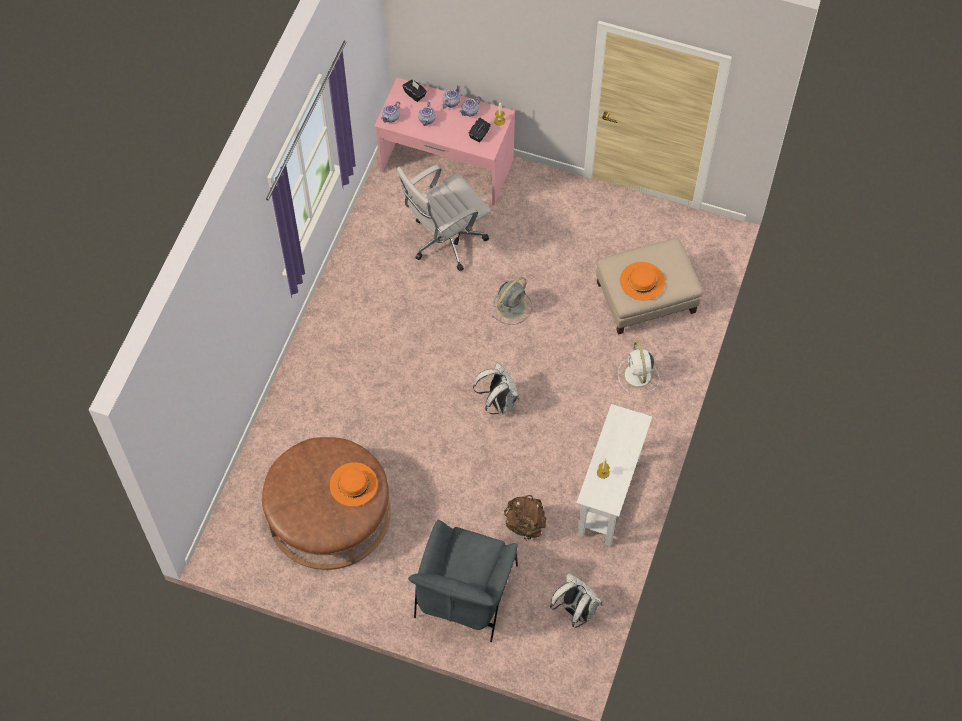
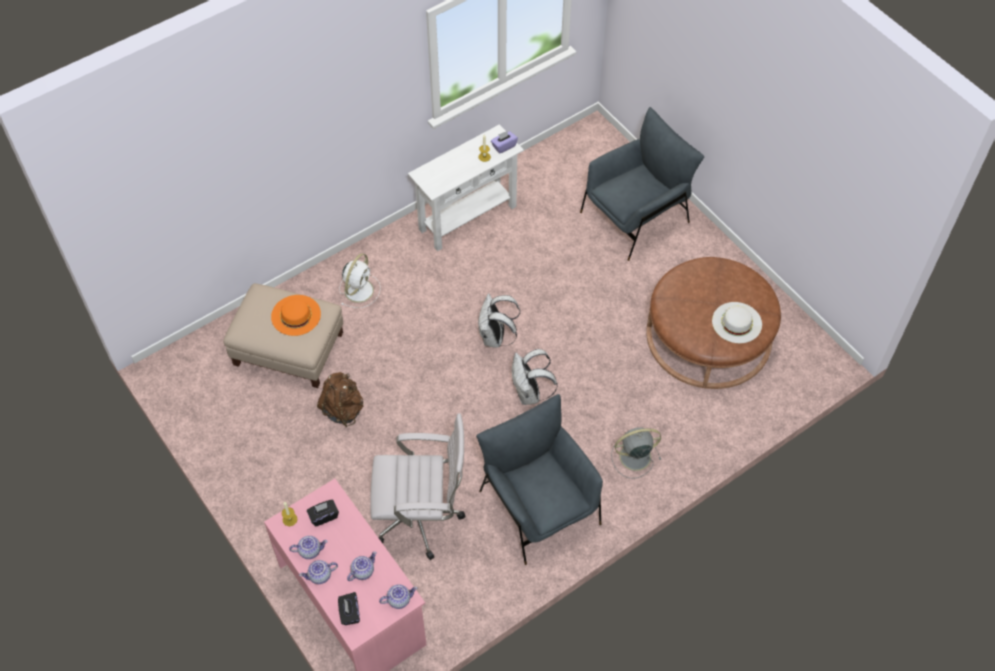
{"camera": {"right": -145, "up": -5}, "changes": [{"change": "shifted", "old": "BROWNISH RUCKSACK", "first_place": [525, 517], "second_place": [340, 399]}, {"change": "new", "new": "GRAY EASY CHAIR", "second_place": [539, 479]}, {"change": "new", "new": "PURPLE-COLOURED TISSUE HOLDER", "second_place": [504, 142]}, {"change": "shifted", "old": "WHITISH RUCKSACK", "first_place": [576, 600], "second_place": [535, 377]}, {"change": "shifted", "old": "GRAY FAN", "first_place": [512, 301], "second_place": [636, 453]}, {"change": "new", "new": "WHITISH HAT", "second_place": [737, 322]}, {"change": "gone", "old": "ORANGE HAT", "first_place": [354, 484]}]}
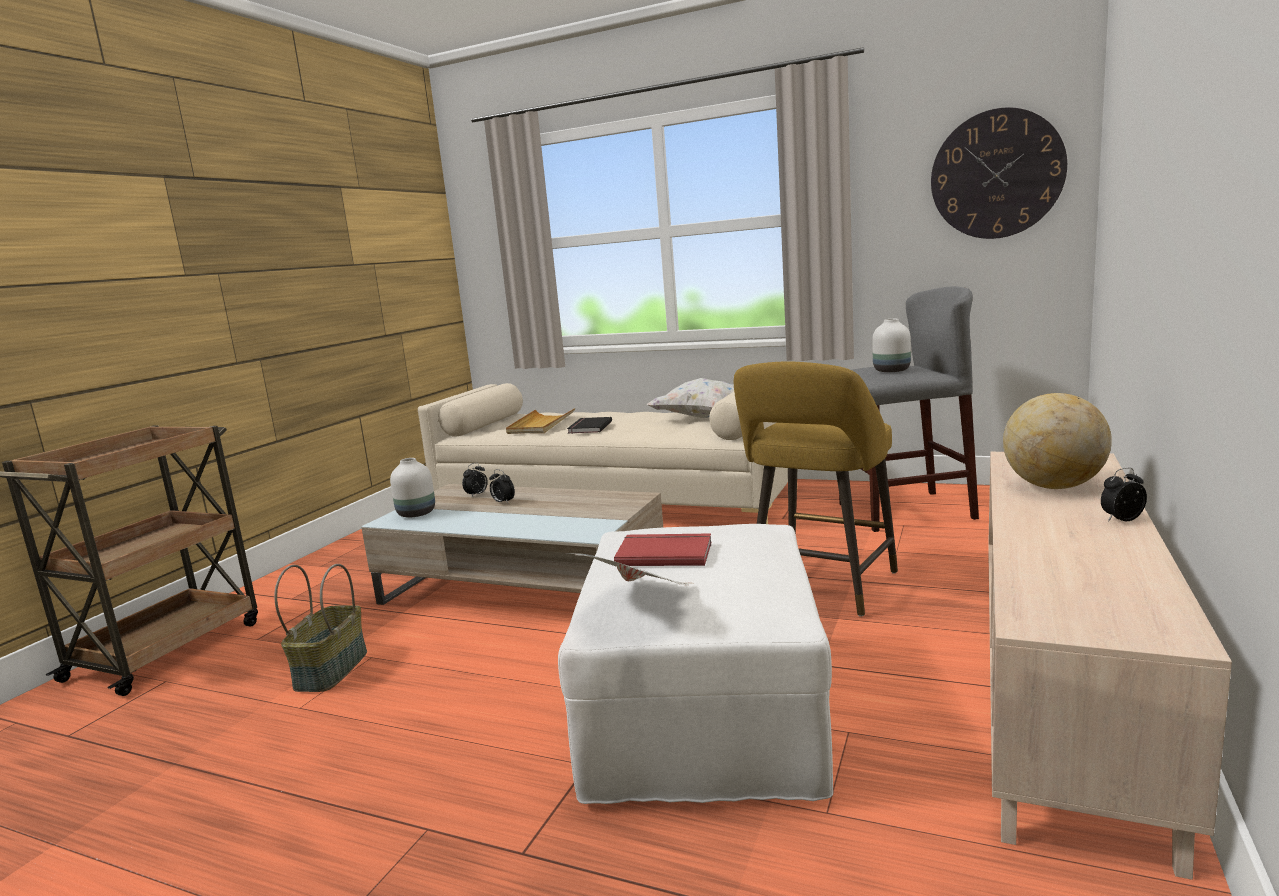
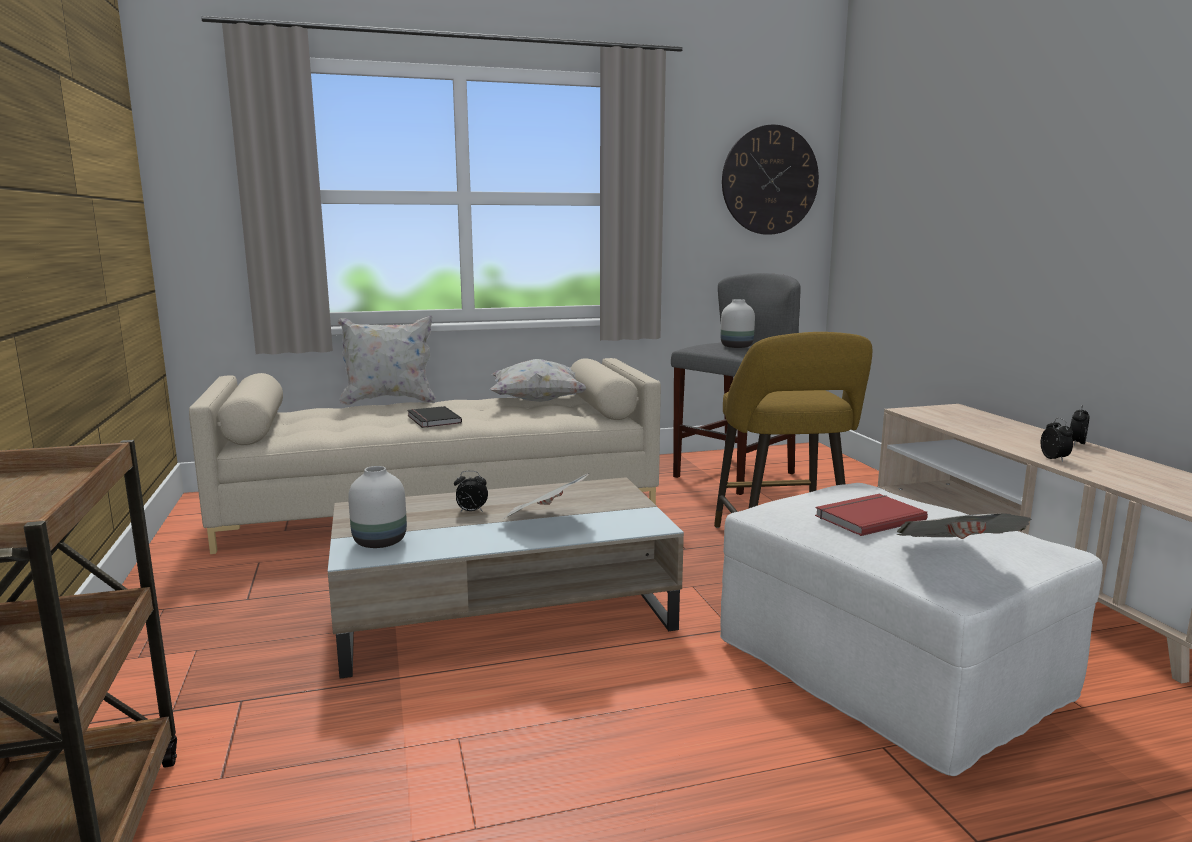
{"camera": {"right": -40, "up": 0}, "changes": [{"change": "new", "new": "WHITISH CUSHION", "second_place": [386, 361]}, {"change": "new", "new": "NEWSPAPER", "second_place": [545, 496]}, {"change": "shifted", "old": "TABLE CLOCK", "first_place": [475, 480], "second_place": [1057, 440]}, {"change": "gone", "old": "STORAGE BASKET", "first_place": [320, 628]}, {"change": "gone", "old": "SAND-COLOURED SERVING TRAY", "first_place": [540, 421]}, {"change": "gone", "old": "DESK GLOBE", "first_place": [1057, 441]}]}
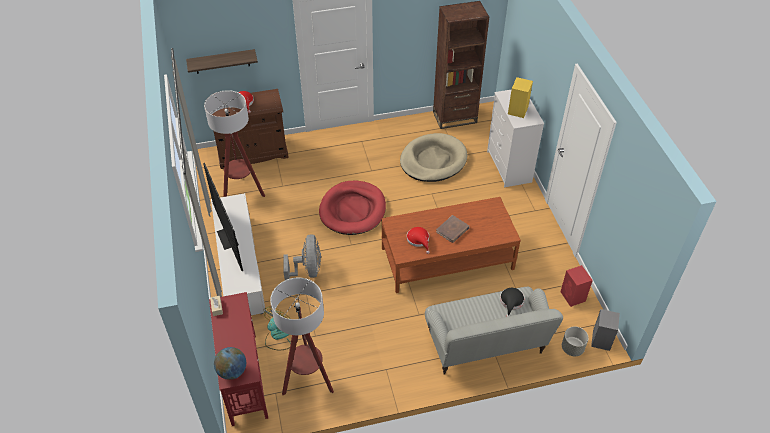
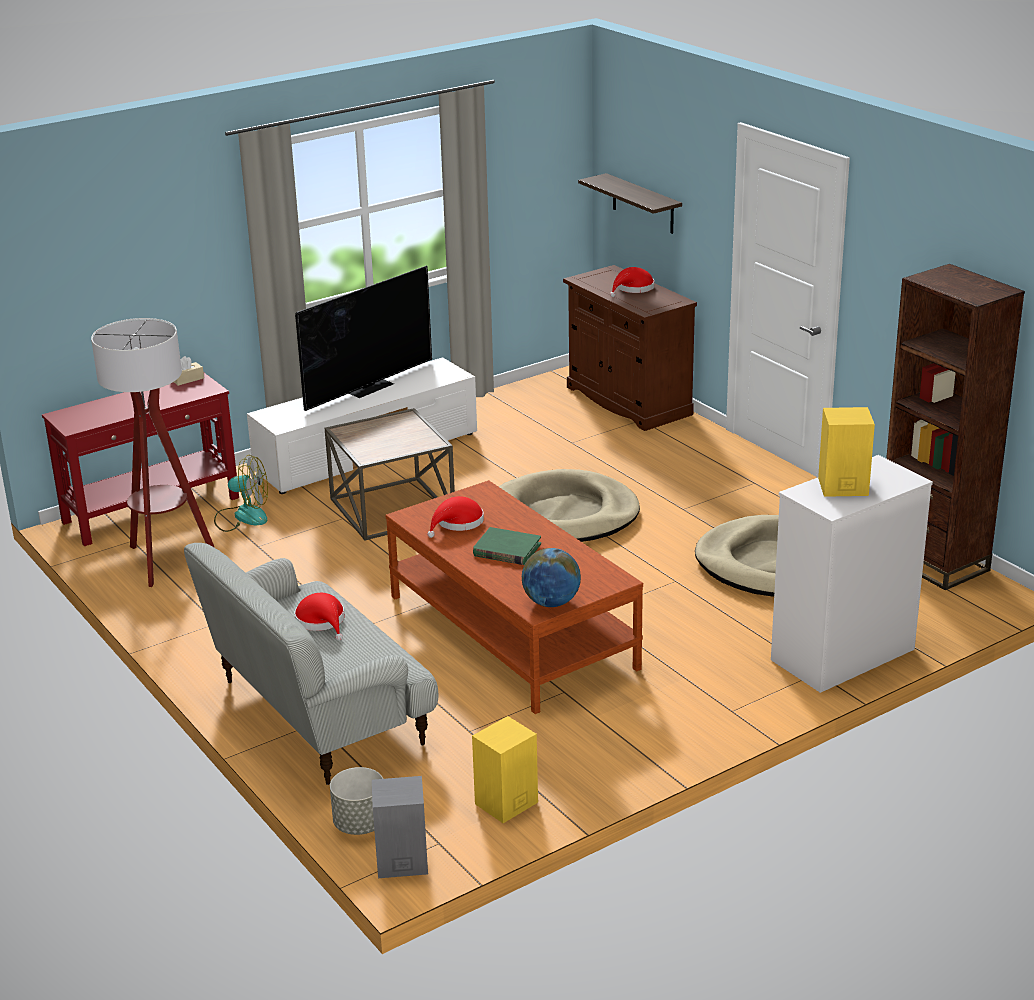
{"camera": {"right": 70, "up": -20}, "changes": [{"change": "new", "new": "REDDISH HAT", "second_place": [319, 617]}, {"change": "swapped", "old": "GRAY FAN", "new": "BROWNISH SIDE TABLE", "first_place": [302, 257], "second_place": [390, 474]}, {"change": "repainted", "old": "REDDISH LOUDSPEAKER", "new": "YELLOW-COLOURED LOUDSPEAKER", "first_place": [576, 286], "second_place": [505, 769]}, {"change": "repainted", "old": "BROWNISH BOOK", "new": "GREEN-COLOURED BOOK", "first_place": [453, 229], "second_place": [507, 546]}, {"change": "repainted", "old": "REDDISH DOG CUSHION", "new": "SAND-COLOURED DOG CUSHION", "first_place": [352, 208], "second_place": [569, 505]}, {"change": "shifted", "old": "DESK GLOBE", "first_place": [230, 363], "second_place": [551, 577]}, {"change": "gone", "old": "STANDARD LAMP", "first_place": [234, 143]}, {"change": "gone", "old": "BLACK HAT", "first_place": [512, 302]}]}
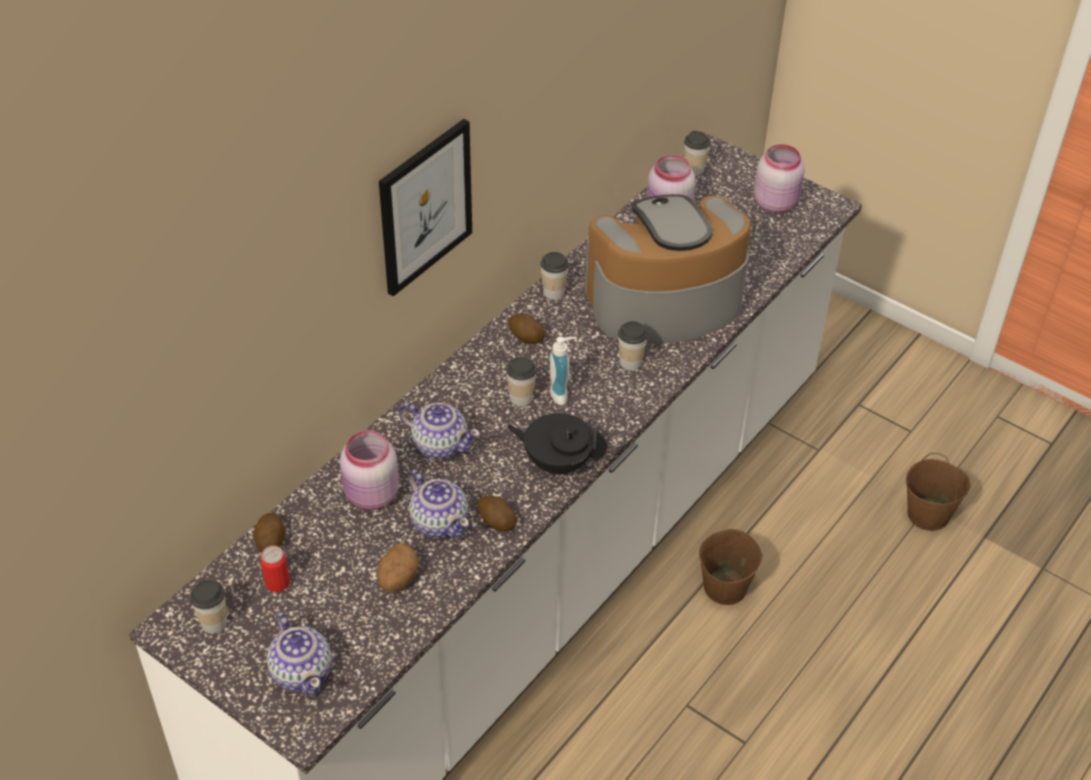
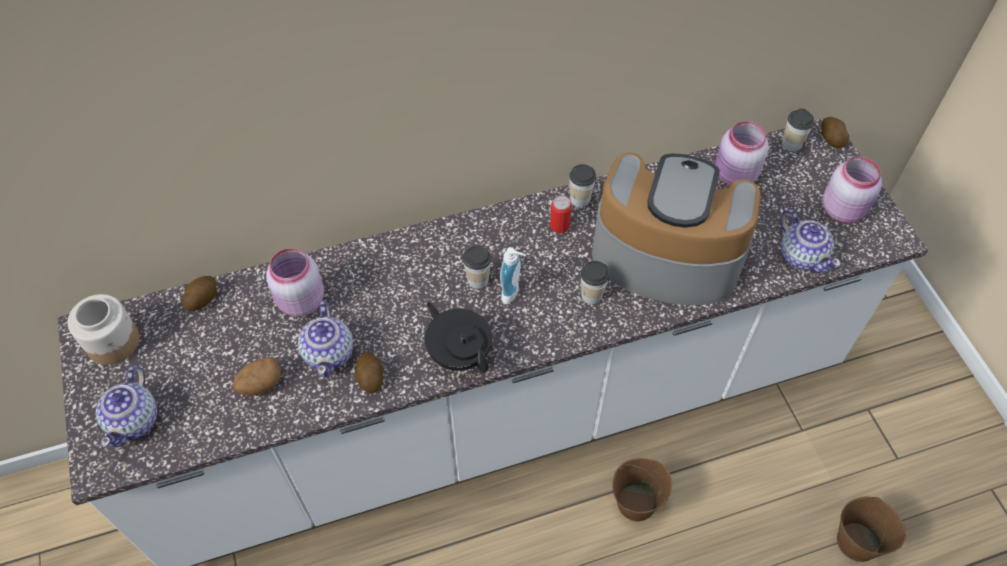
{"camera": {"right": 35, "up": 10}, "changes": [{"change": "swapped", "old": "CUP", "new": "PRESERVE JAR", "first_place": [208, 606], "second_place": [103, 329]}, {"change": "shifted", "old": "CAN", "first_place": [275, 569], "second_place": [561, 214]}, {"change": "shifted", "old": "POT FOR TEA", "first_place": [439, 430], "second_place": [810, 241]}, {"change": "shifted", "old": "WHOLE POTATO", "first_place": [526, 329], "second_place": [835, 132]}, {"change": "gone", "old": "PICTURE", "first_place": [425, 207]}]}
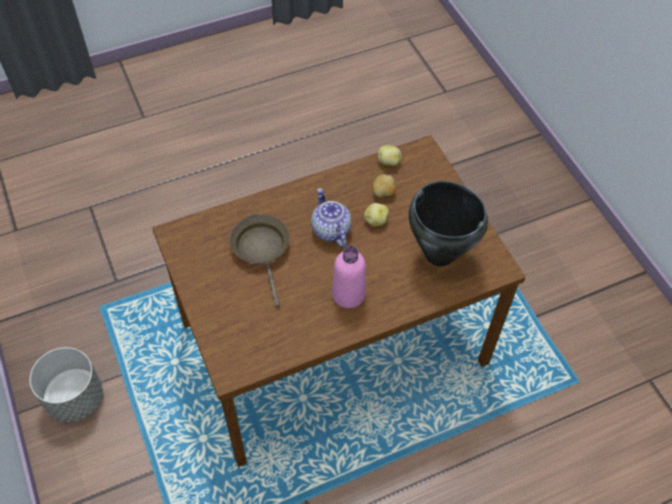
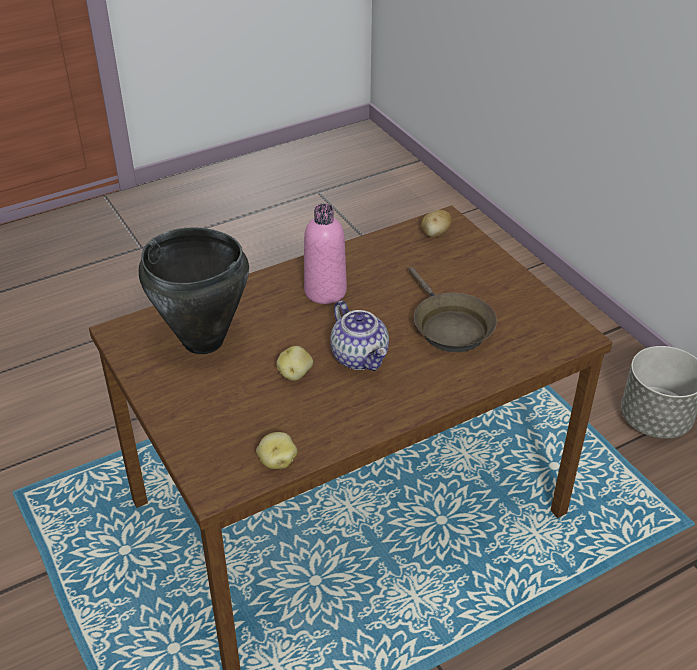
{"camera": {"right": 175, "up": -15}, "changes": [{"change": "shifted", "old": "WHOLE POTATO", "first_place": [384, 186], "second_place": [436, 223]}]}
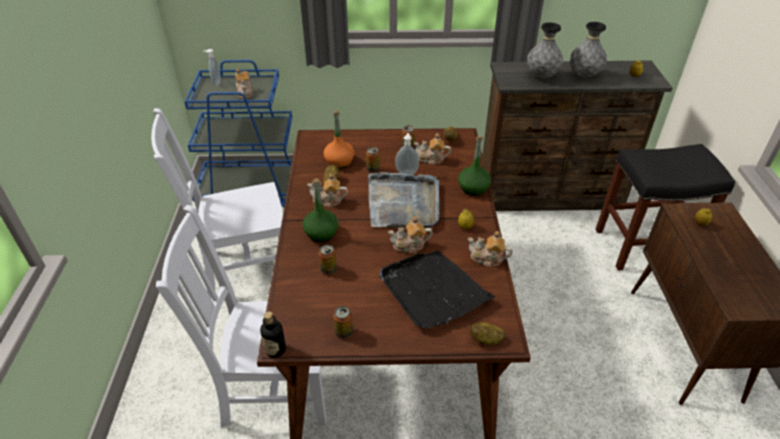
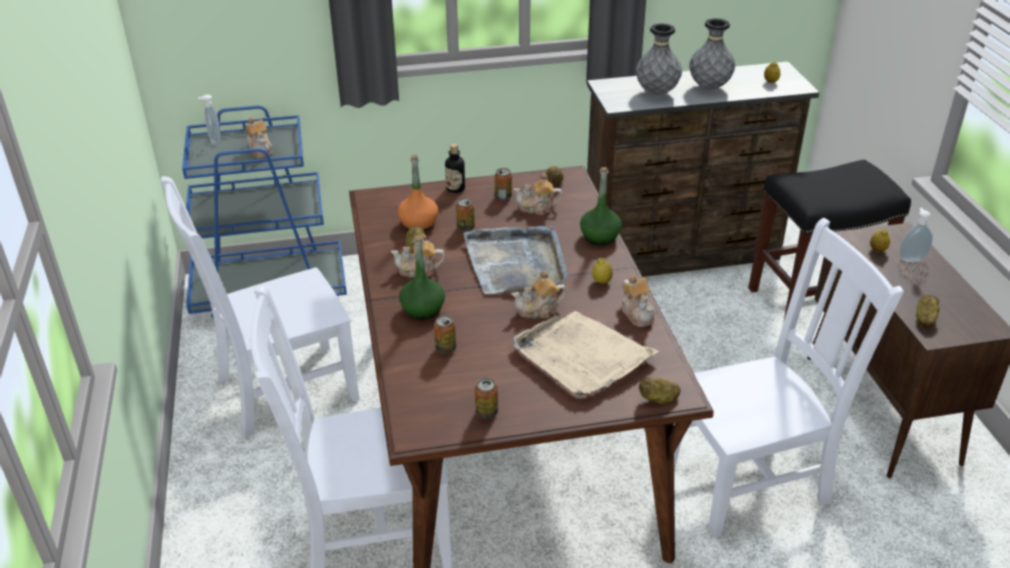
{"camera": {"right": -10, "up": -5}, "changes": [{"change": "shifted", "old": "BOTTLE", "first_place": [273, 334], "second_place": [455, 168]}, {"change": "repainted", "old": "BLACK SERVING TRAY", "new": "SAND-COLOURED SERVING TRAY", "first_place": [437, 289], "second_place": [585, 353]}, {"change": "rotated", "old": "POT FOR TEA", "first_place": [490, 249], "second_place": [638, 301], "degrees": -120}, {"change": "new", "new": "WHITISH PLAIN CHAIR", "second_place": [789, 377]}, {"change": "shifted", "old": "SOAP BOTTLE", "first_place": [407, 153], "second_place": [916, 235]}, {"change": "new", "new": "WHOLE POTATO", "second_place": [928, 311]}]}
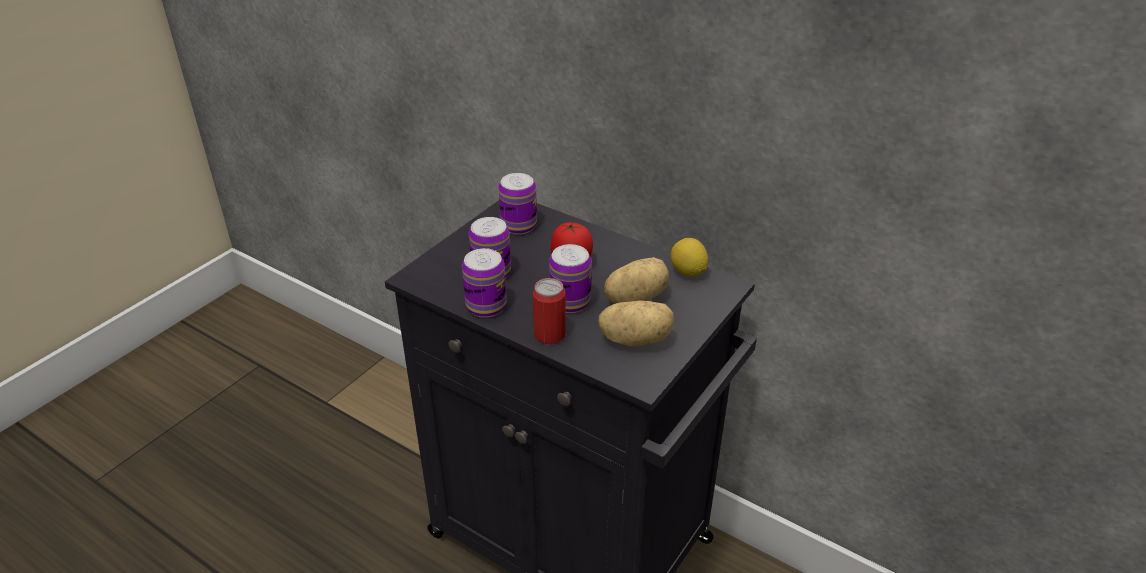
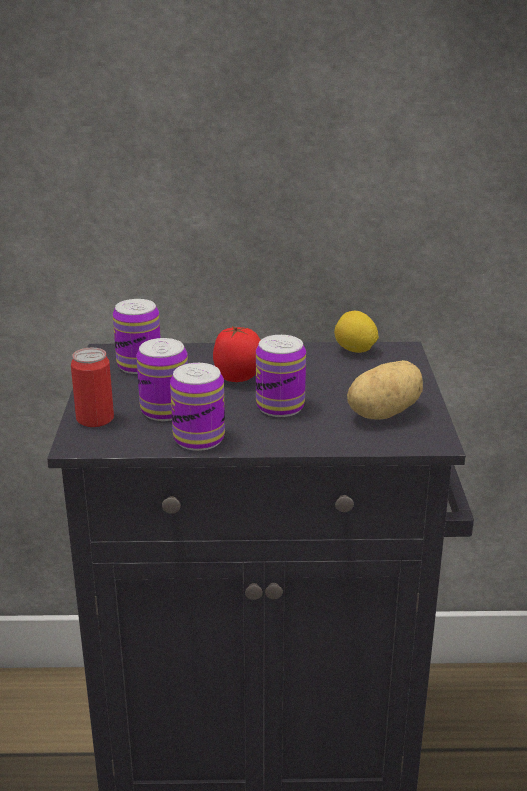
{"camera": {"right": -35, "up": -10}, "changes": [{"change": "shifted", "old": "CAN", "first_place": [549, 311], "second_place": [92, 387]}, {"change": "gone", "old": "WHOLE POTATO", "first_place": [636, 280]}]}
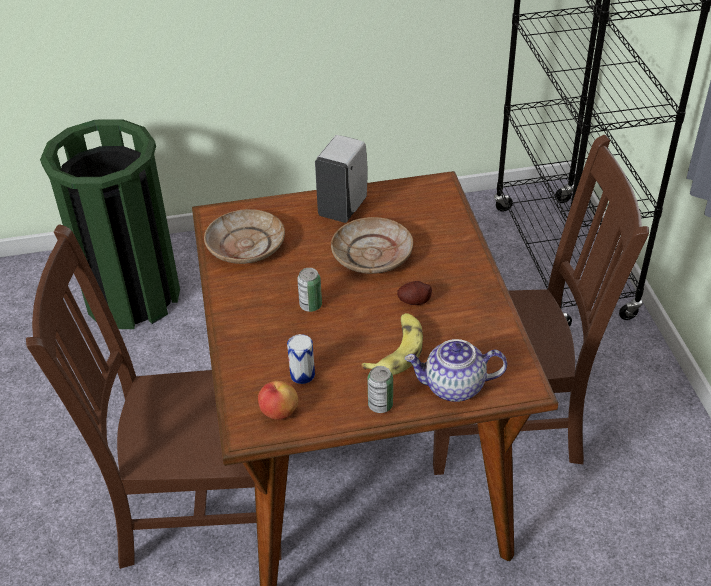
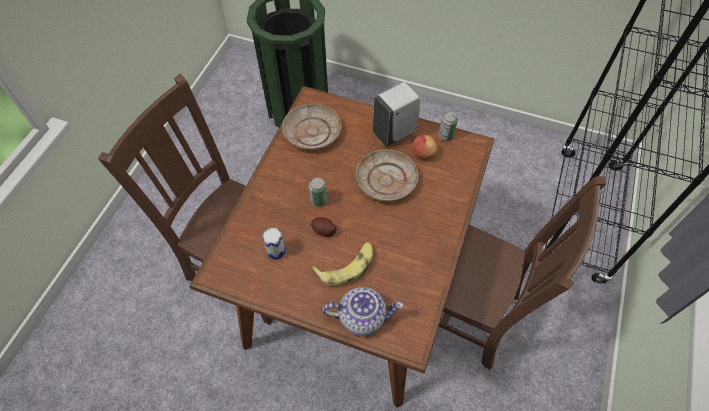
{"camera": {"right": 30, "up": 15}, "changes": [{"change": "shifted", "old": "WHOLE POTATO", "first_place": [414, 293], "second_place": [324, 227]}, {"change": "rotated", "old": "POT FOR TEA", "first_place": [456, 370], "second_place": [363, 311], "degrees": 150}, {"change": "shifted", "old": "WHOLE APPLE", "first_place": [278, 400], "second_place": [425, 147]}, {"change": "shifted", "old": "CAN", "first_place": [380, 389], "second_place": [448, 126]}]}
